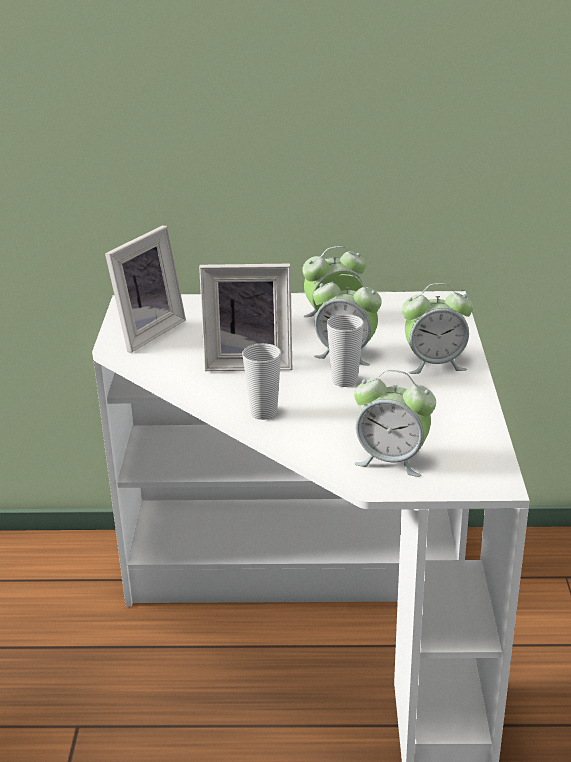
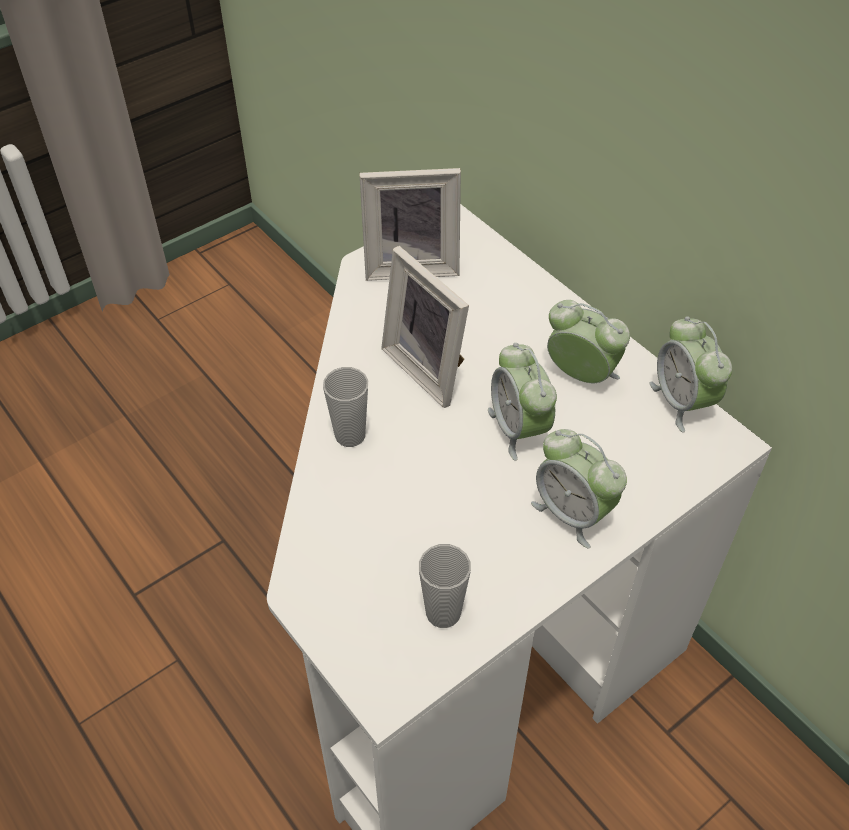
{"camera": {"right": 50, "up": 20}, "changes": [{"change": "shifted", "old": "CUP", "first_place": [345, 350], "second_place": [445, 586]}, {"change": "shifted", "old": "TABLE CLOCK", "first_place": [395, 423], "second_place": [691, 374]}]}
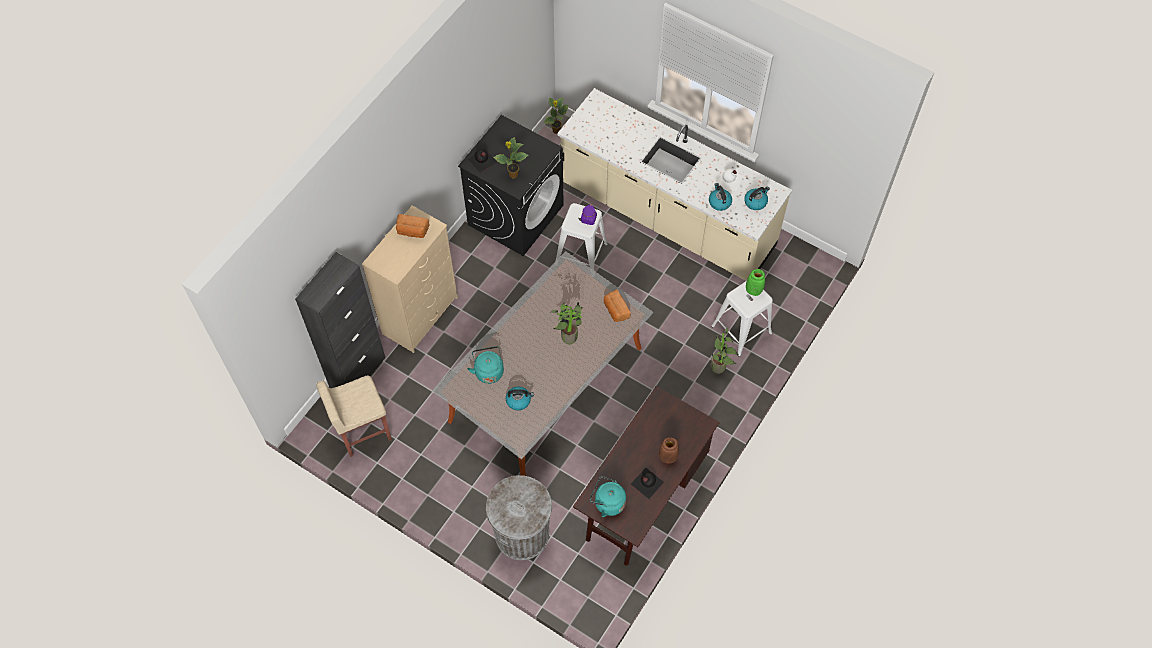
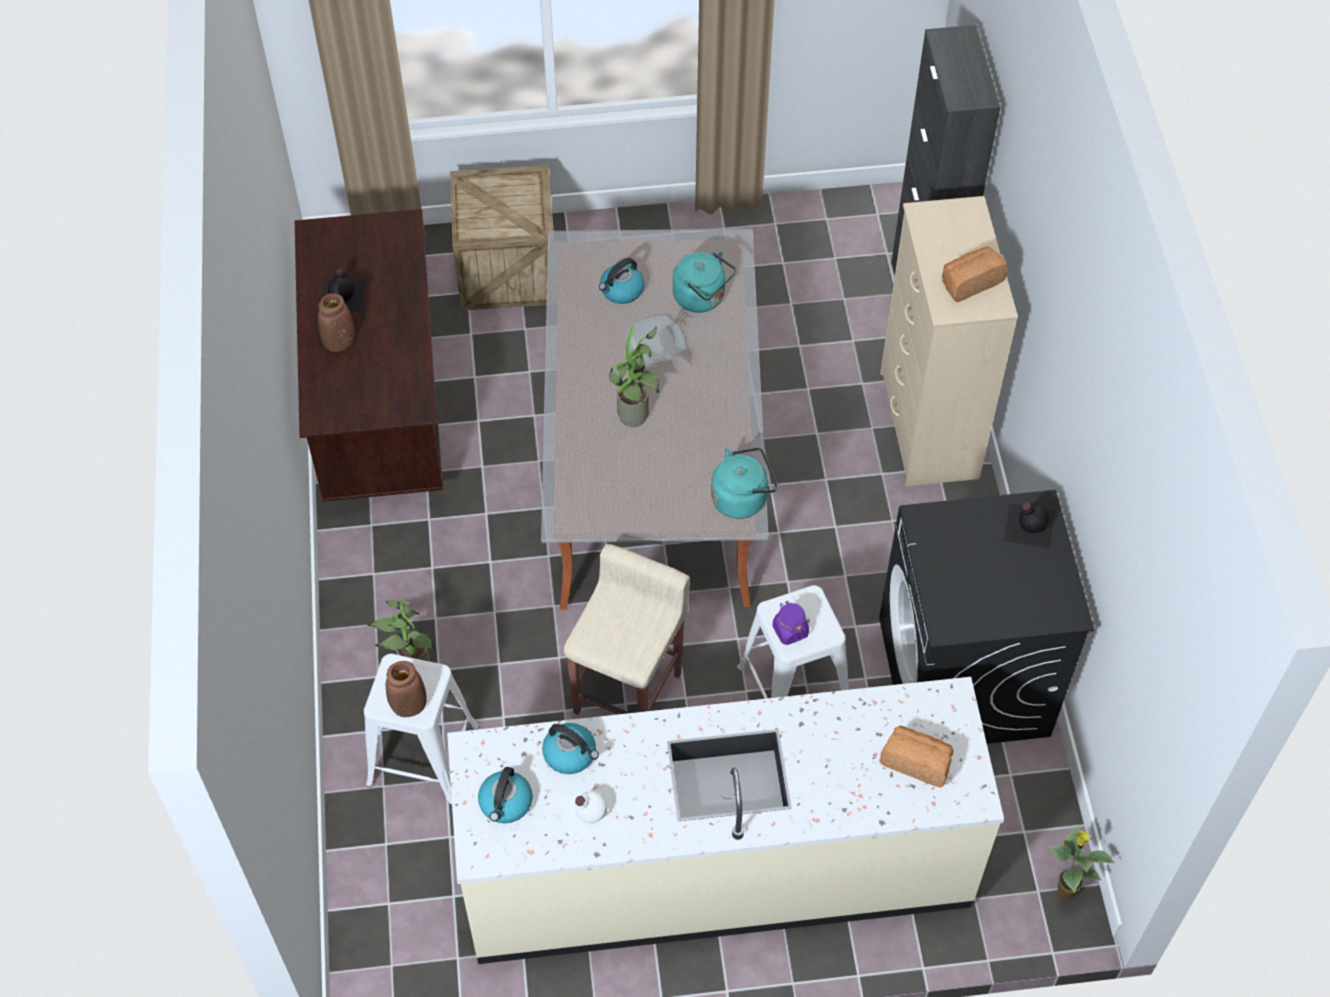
{"camera": {"right": 140, "up": -5}, "changes": [{"change": "repainted", "old": "GREEN-COLOURED VASE", "new": "BROWNISH VASE", "first_place": [755, 282], "second_place": [406, 689]}, {"change": "swapped", "old": "GRAY TRASH CAN", "new": "CRATE", "first_place": [519, 517], "second_place": [501, 238]}, {"change": "shifted", "old": "SAND-COLOURED SITTING STOOL", "first_place": [354, 416], "second_place": [627, 629]}, {"change": "new", "new": "DINNER PLATE", "second_place": [654, 340]}, {"change": "shifted", "old": "TURQUOISE KETTLE", "first_place": [608, 496], "second_place": [744, 483]}, {"change": "shifted", "old": "BAKED BREAD", "first_place": [617, 305], "second_place": [916, 756]}, {"change": "gone", "old": "PLANT IN A POT", "first_place": [511, 158]}]}
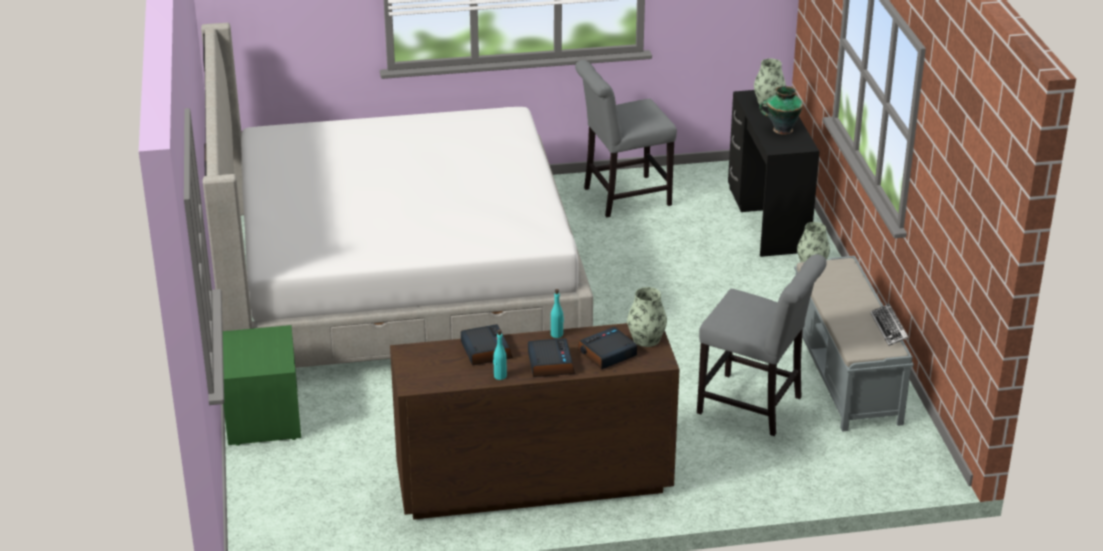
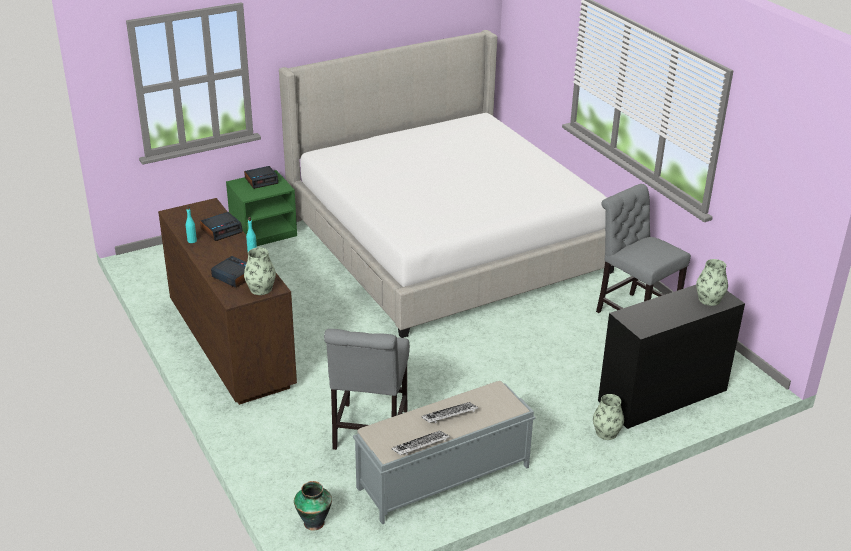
{"camera": {"right": 70, "up": 0}, "changes": [{"change": "shifted", "old": "TABLE CLOCK", "first_place": [551, 357], "second_place": [261, 177]}, {"change": "shifted", "old": "VASE", "first_place": [781, 110], "second_place": [313, 506]}, {"change": "new", "new": "COMPUTER KEYBOARD", "second_place": [449, 412]}]}
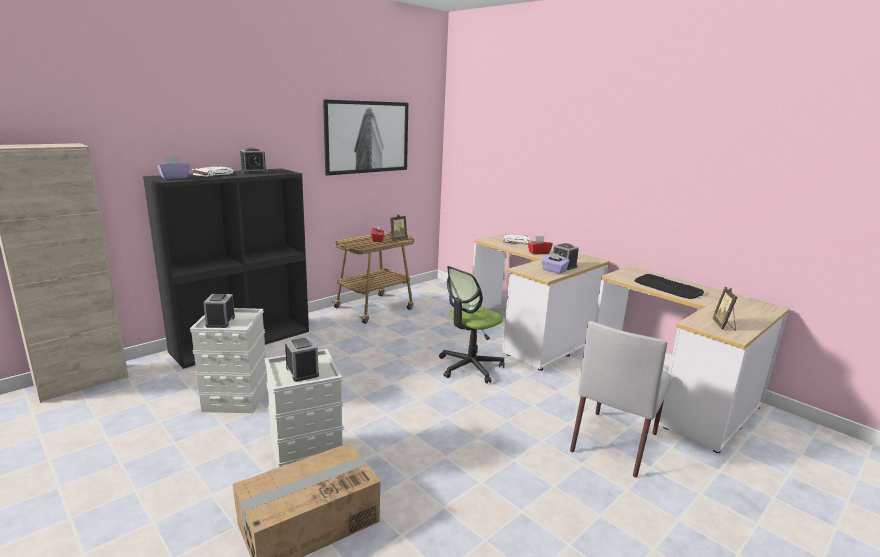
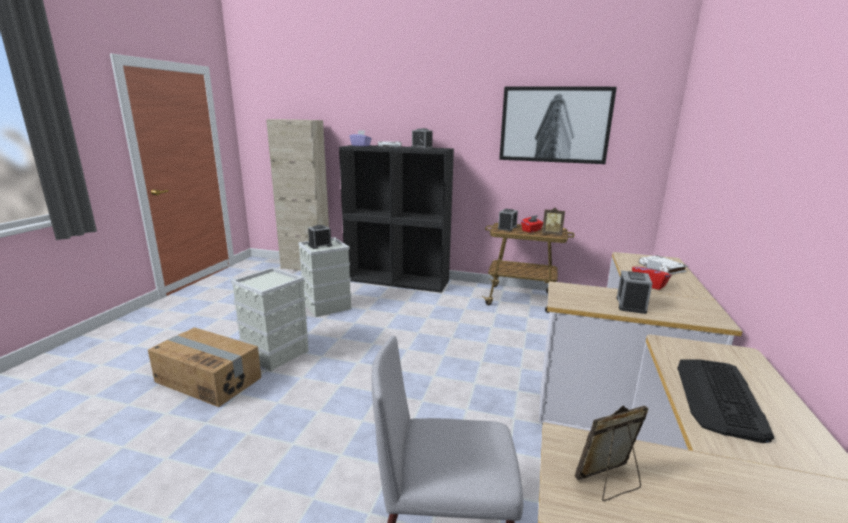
{"camera": {"right": 60, "up": 0}, "changes": [{"change": "shifted", "old": "TABLE CLOCK", "first_place": [302, 359], "second_place": [508, 220]}, {"change": "gone", "old": "OFFICE CHAIR", "first_place": [472, 325]}, {"change": "gone", "old": "PURPLE-COLOURED TISSUE HOLDER", "first_place": [555, 263]}]}
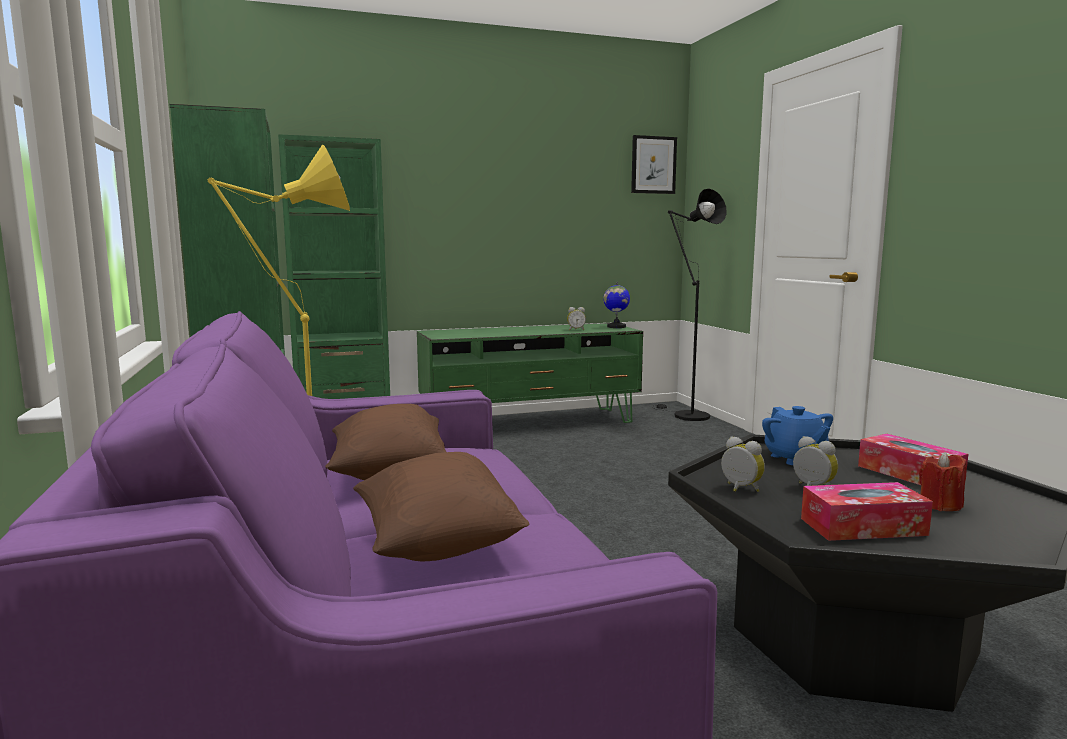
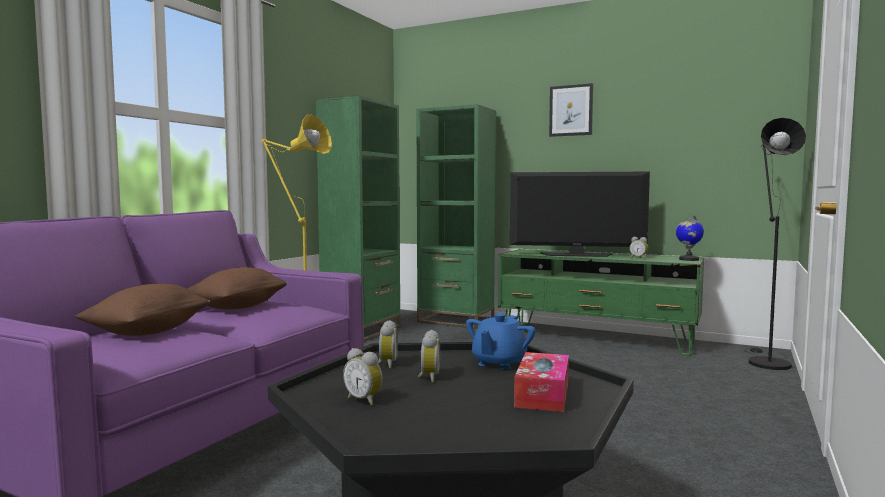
{"camera": {"right": 45, "up": -5}, "changes": [{"change": "swapped", "old": "TISSUE HOLDER", "new": "TABLE CLOCK", "first_place": [867, 511], "second_place": [363, 377]}, {"change": "new", "new": "TELEVISION", "second_place": [580, 214]}, {"change": "shifted", "old": "PICTURE", "first_place": [654, 164], "second_place": [571, 110]}, {"change": "gone", "old": "REDDISH WAX CANDLE", "first_place": [943, 481]}]}
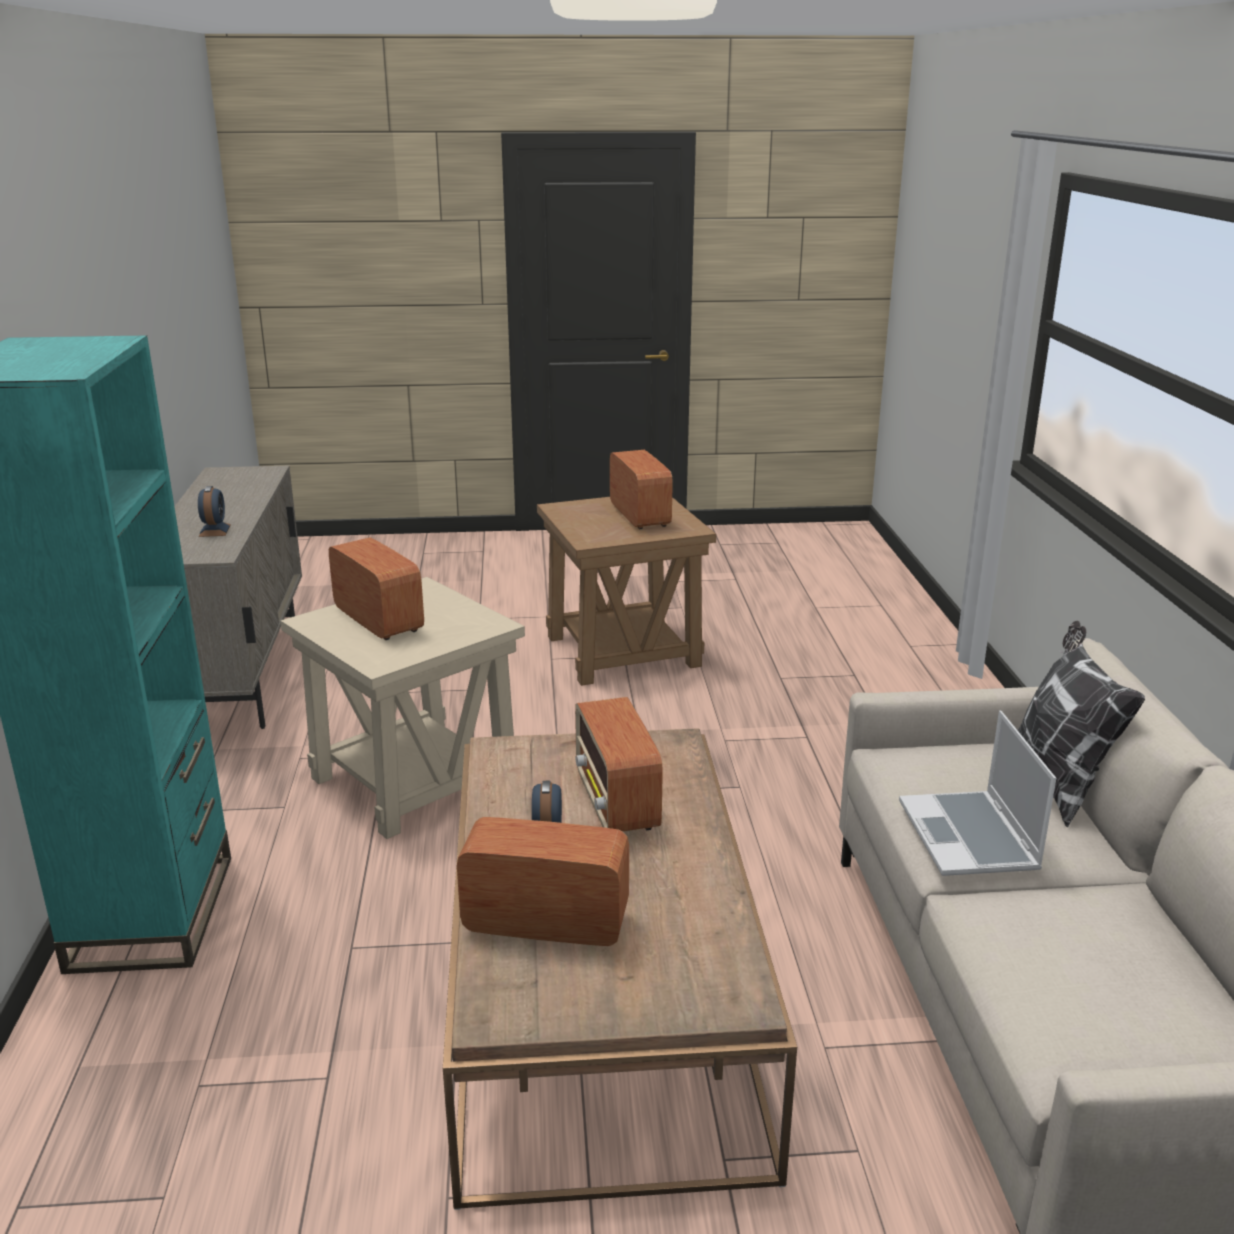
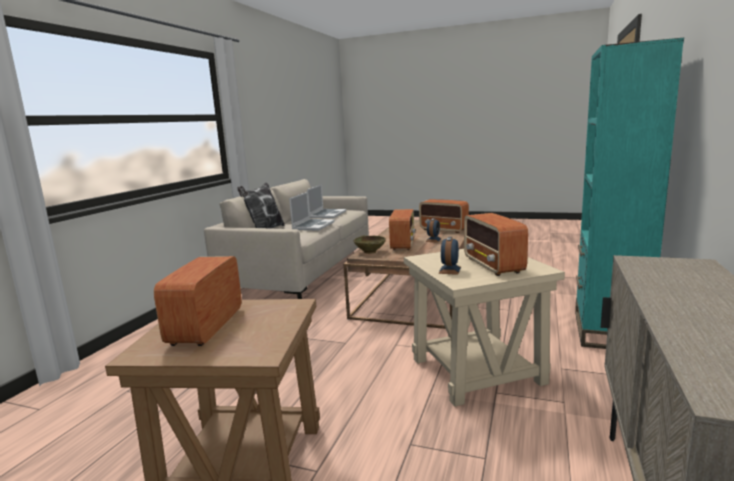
{"camera": {"right": -155, "up": -10}, "changes": [{"change": "new", "new": "PORTABLE COMPUTER", "second_place": [326, 201]}, {"change": "new", "new": "SAND-COLOURED BOWL", "second_place": [369, 244]}, {"change": "shifted", "old": "TABLE CLOCK", "first_place": [214, 511], "second_place": [450, 256]}]}
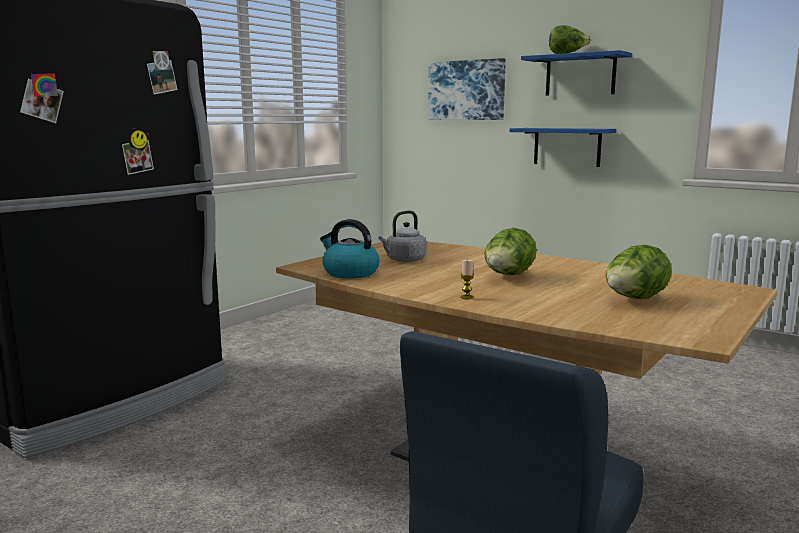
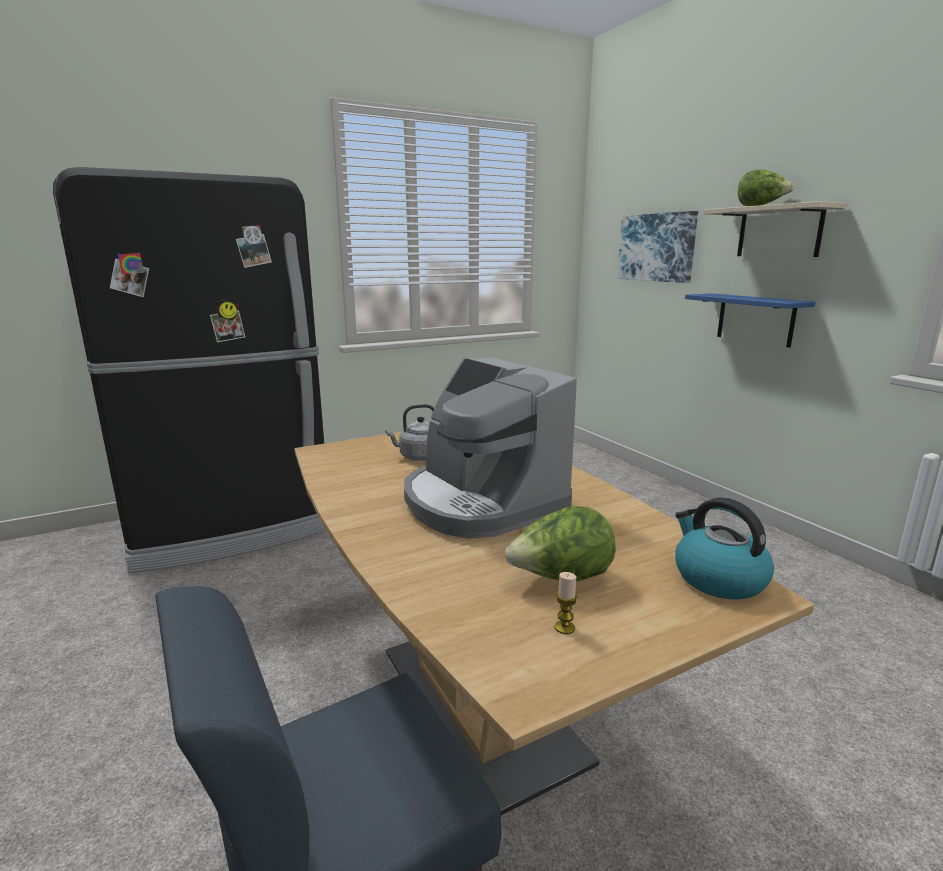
{"camera": {"right": 25, "up": 5}, "changes": [{"change": "swapped", "old": "LETTUCE", "new": "COFFEE MACHINE", "first_place": [510, 252], "second_place": [490, 448]}, {"change": "shifted", "old": "WAX CANDLE", "first_place": [467, 279], "second_place": [566, 603]}, {"change": "shifted", "old": "KETTLE", "first_place": [350, 248], "second_place": [724, 548]}, {"change": "repainted", "old": "BLUE WALL SHELF", "new": "SAND-COLOURED WALL SHELF", "first_place": [576, 73], "second_place": [774, 229]}]}
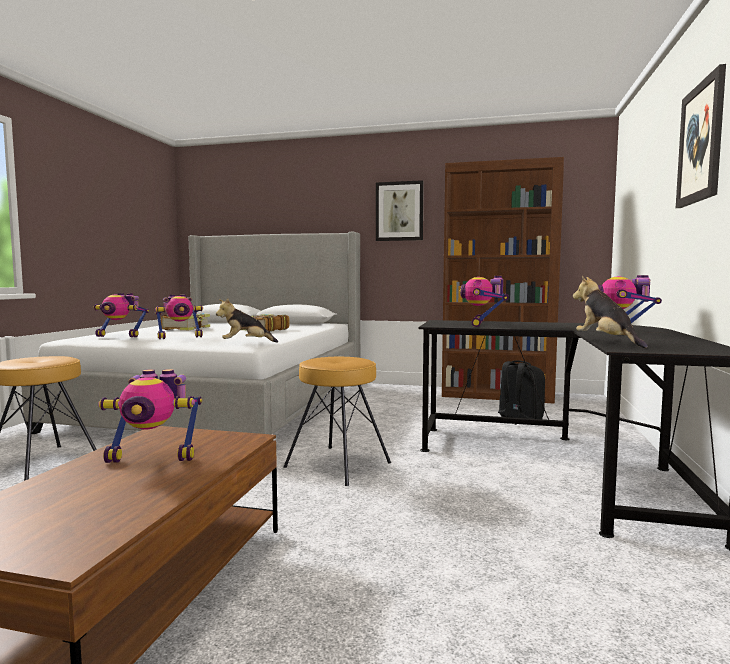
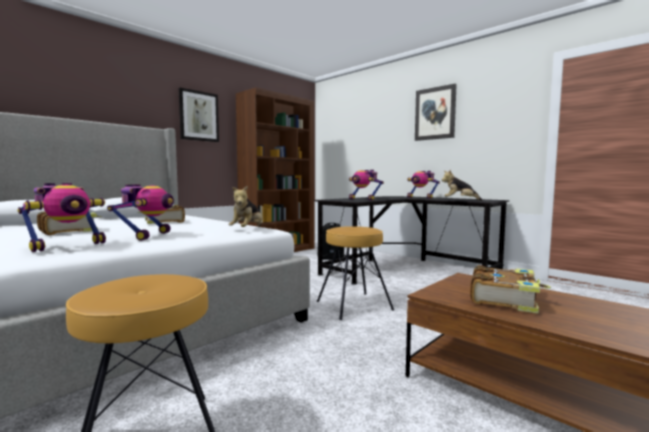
{"camera": {"right": -60, "up": 0}, "changes": [{"change": "swapped", "old": "TOY ROBOT", "new": "BOOK", "first_place": [150, 416], "second_place": [510, 289]}]}
